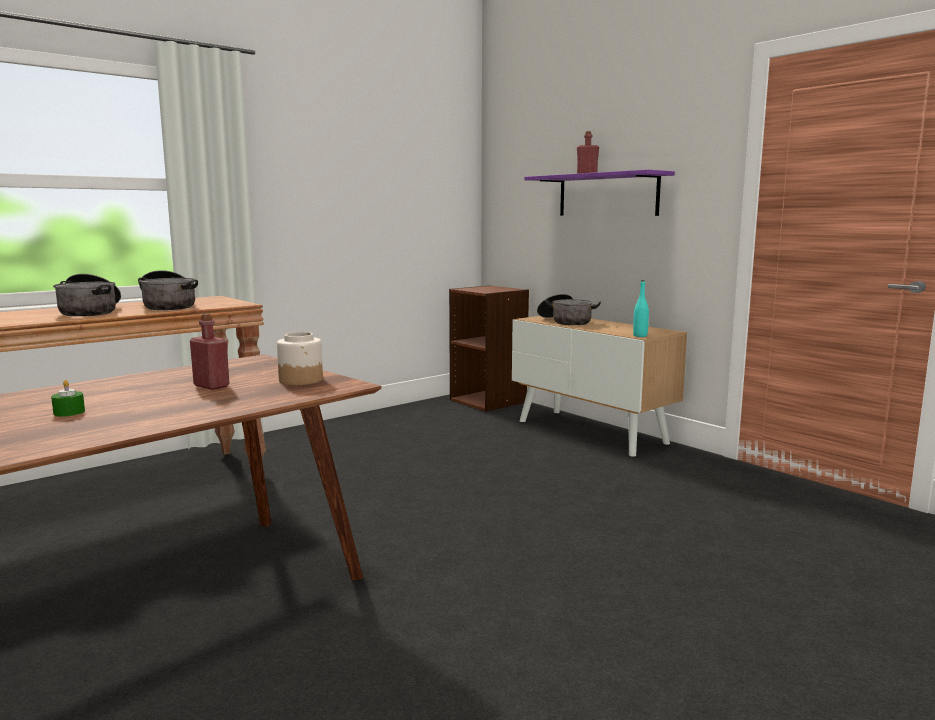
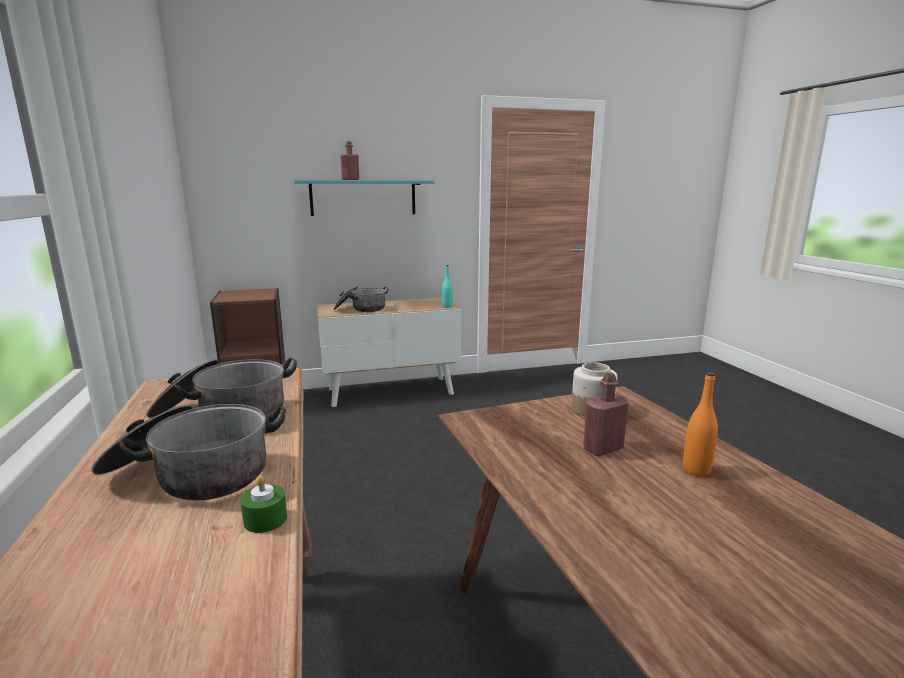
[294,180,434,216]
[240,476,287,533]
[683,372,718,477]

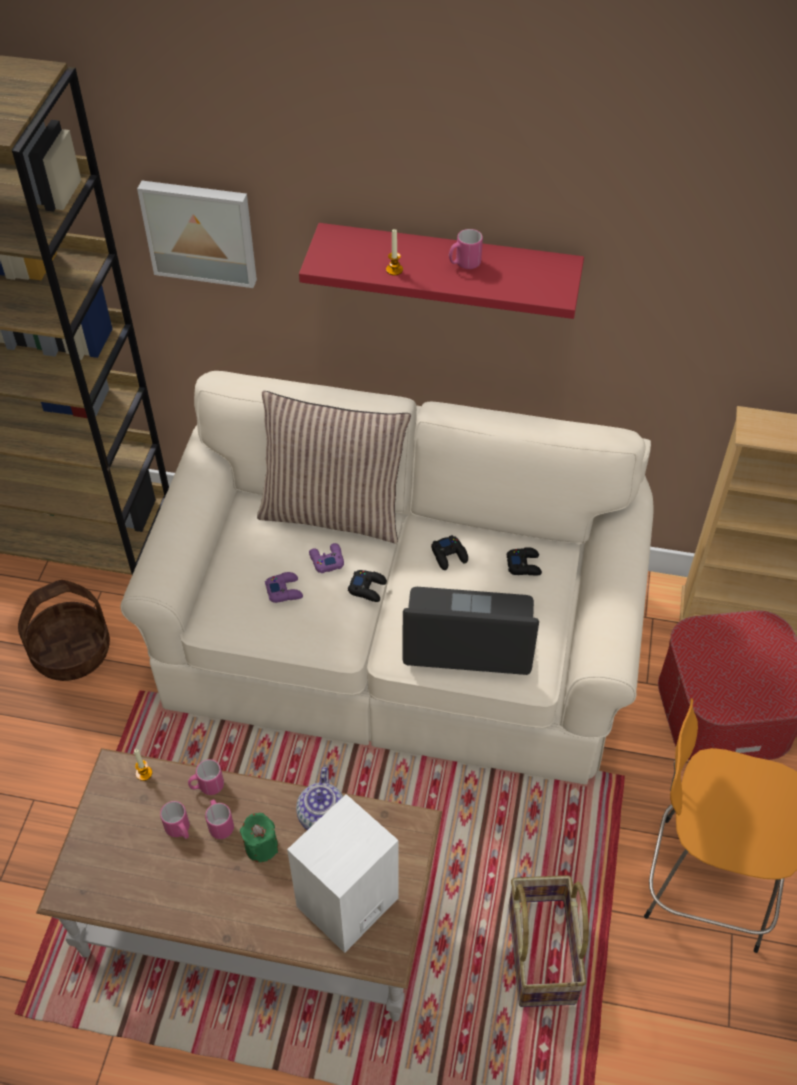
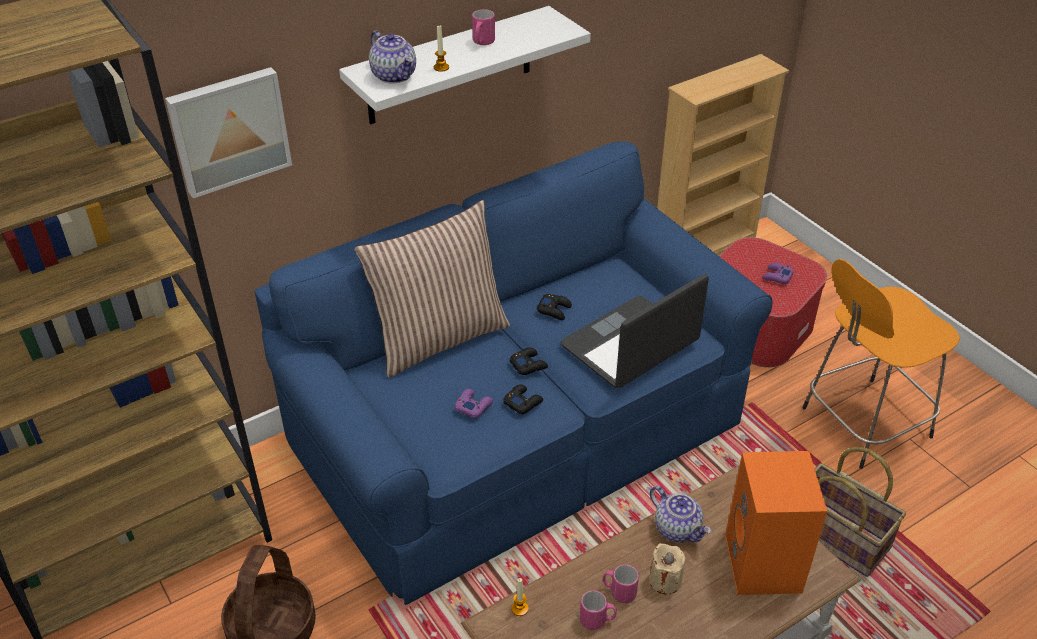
[339,6,591,124]
[254,142,772,605]
[762,262,794,284]
[503,384,543,414]
[188,759,224,795] (first image)
[725,451,827,595]
[649,543,685,595]
[369,30,416,83]

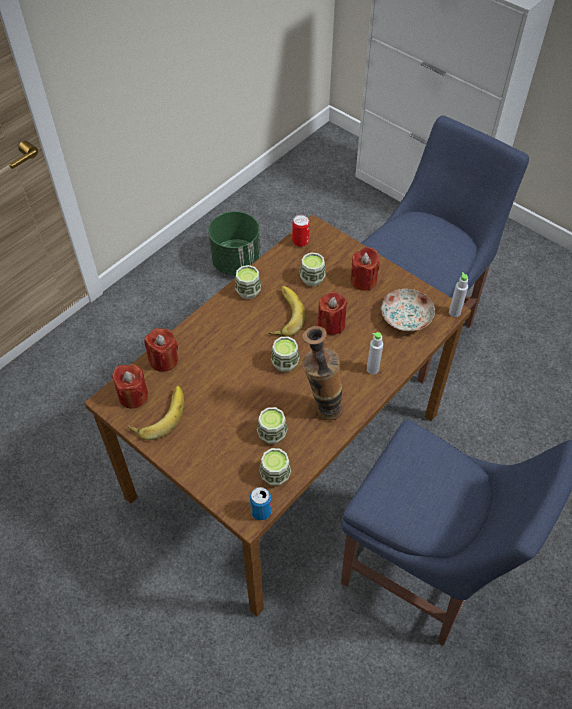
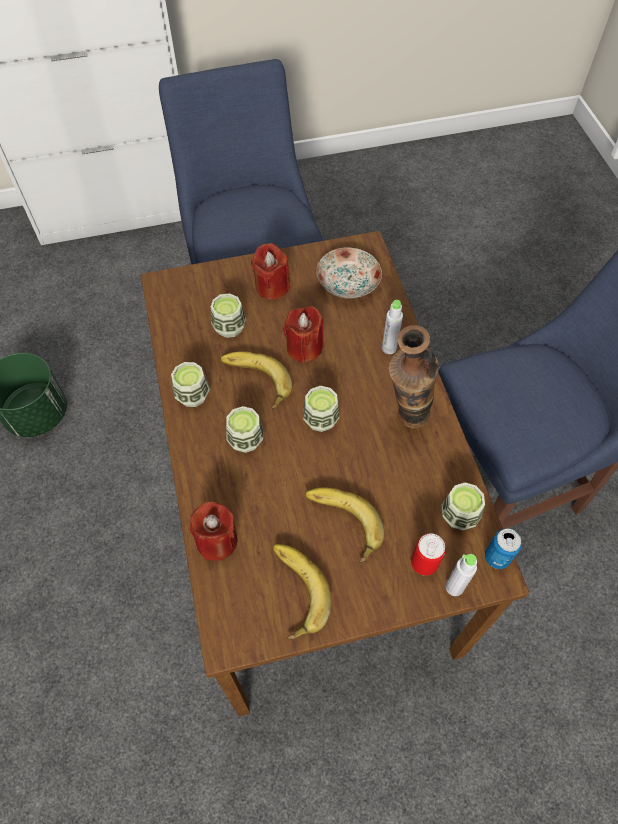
[411,533,446,576]
[445,554,477,596]
[112,364,148,409] (first image)
[226,406,263,453]
[305,487,384,563]

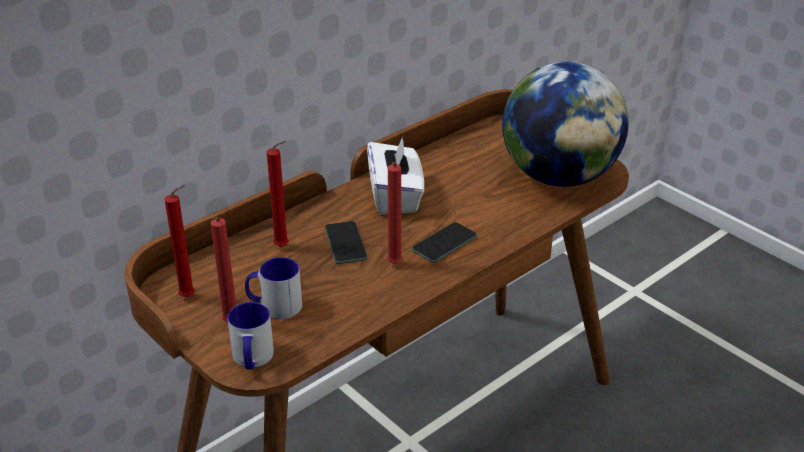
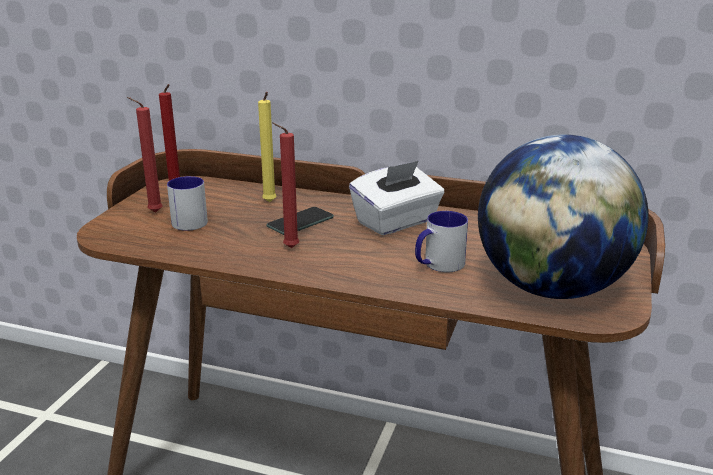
[258,92,276,202]
[412,222,477,263] (first image)
[415,211,468,272]

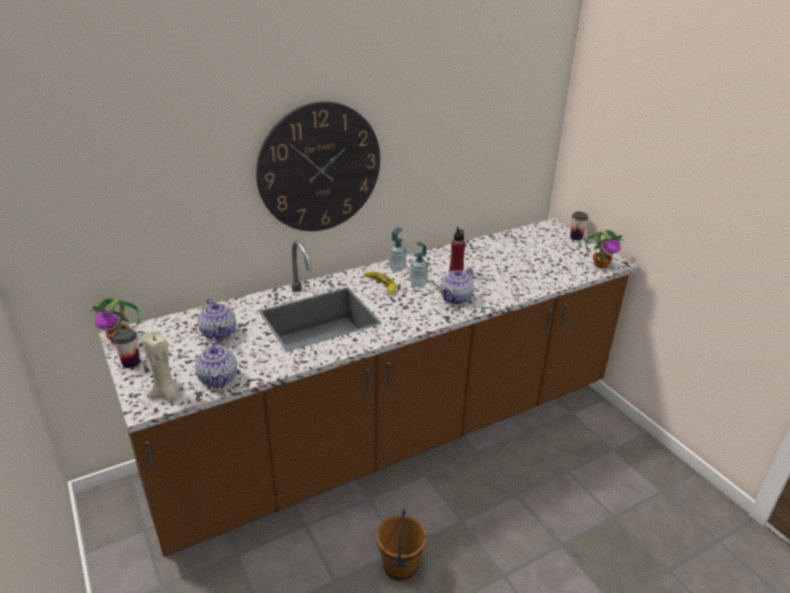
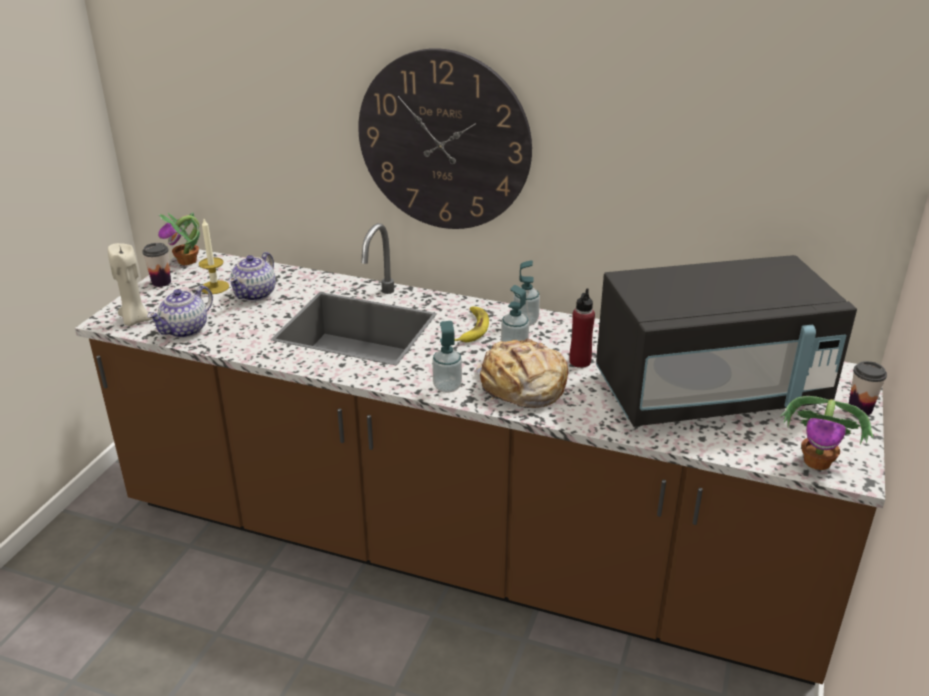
[476,338,568,408]
[377,509,427,581] (first image)
[199,219,229,294]
[596,255,857,427]
[432,321,462,393]

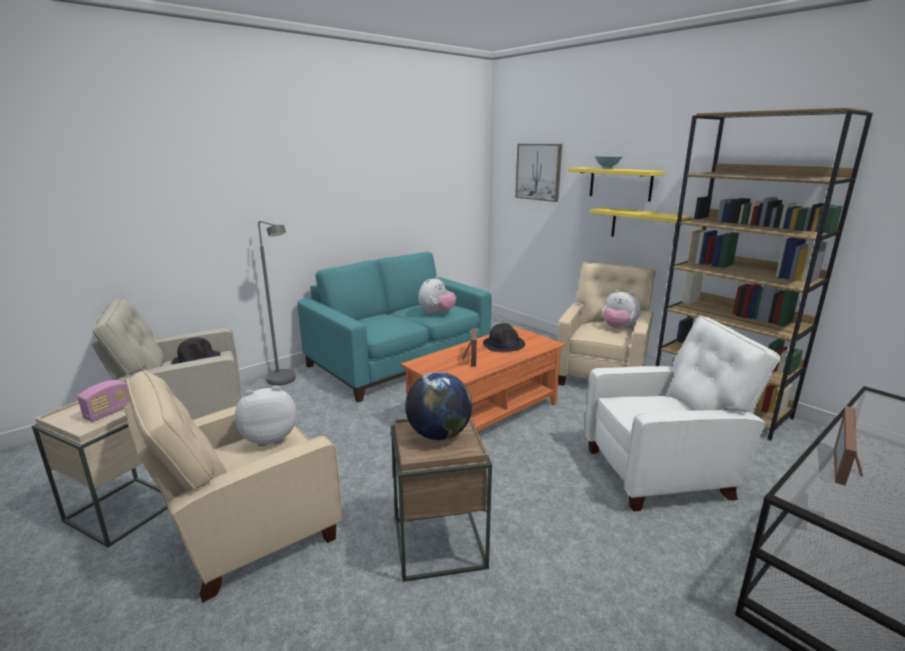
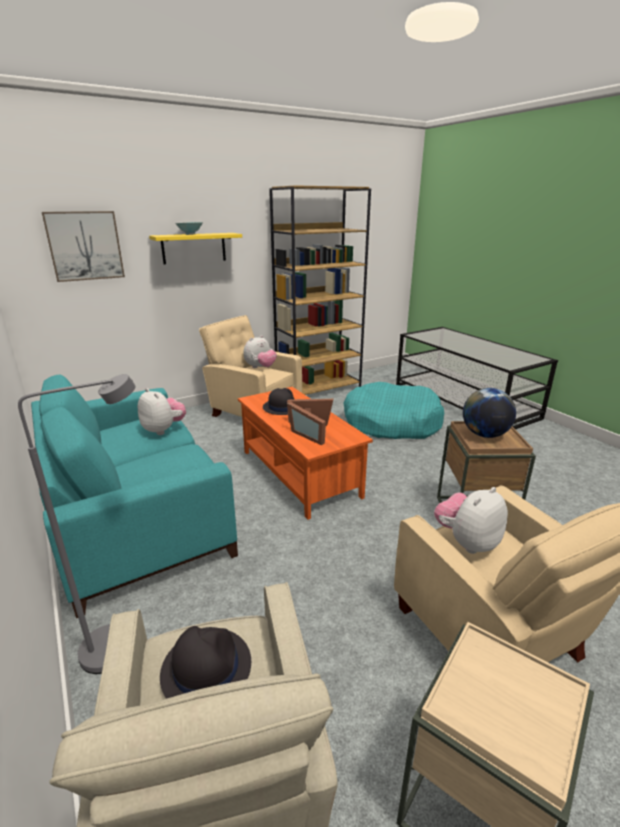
[590,207,692,244] (first image)
[344,382,444,439]
[77,380,130,422] (first image)
[434,487,508,554]
[287,402,326,445]

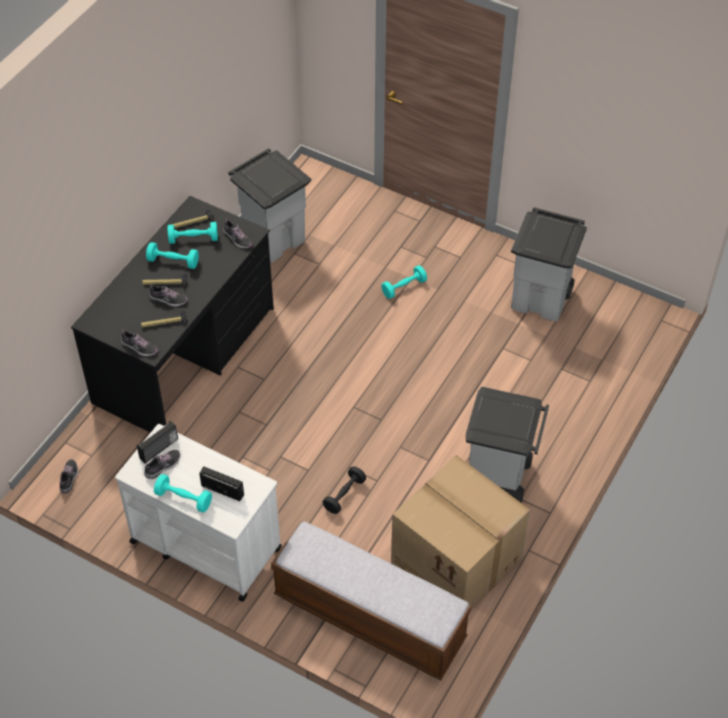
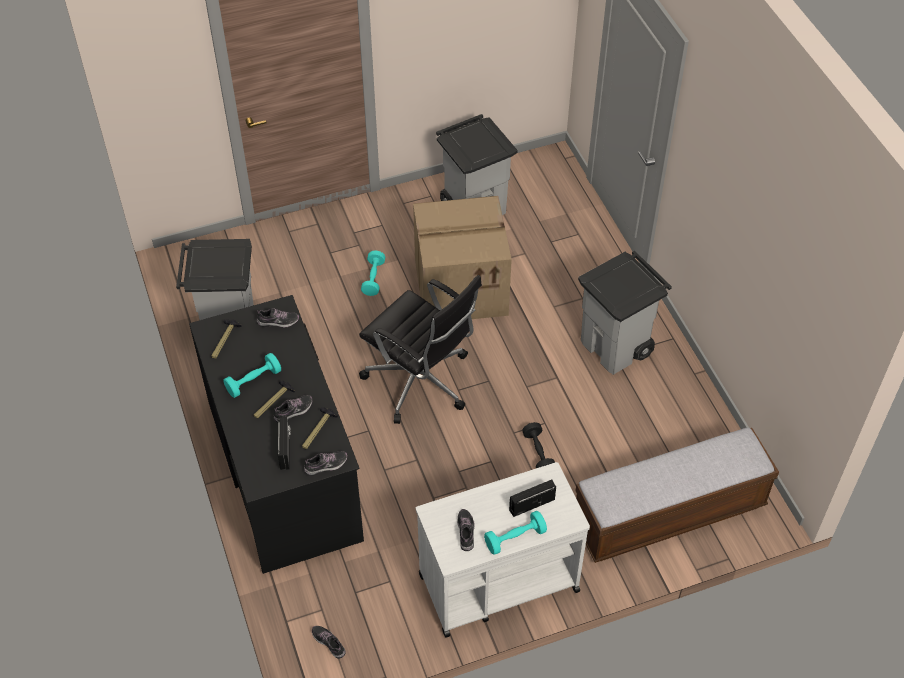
[168,222,218,244] (first image)
[278,417,291,470]
[413,196,512,319]
[359,275,482,424]

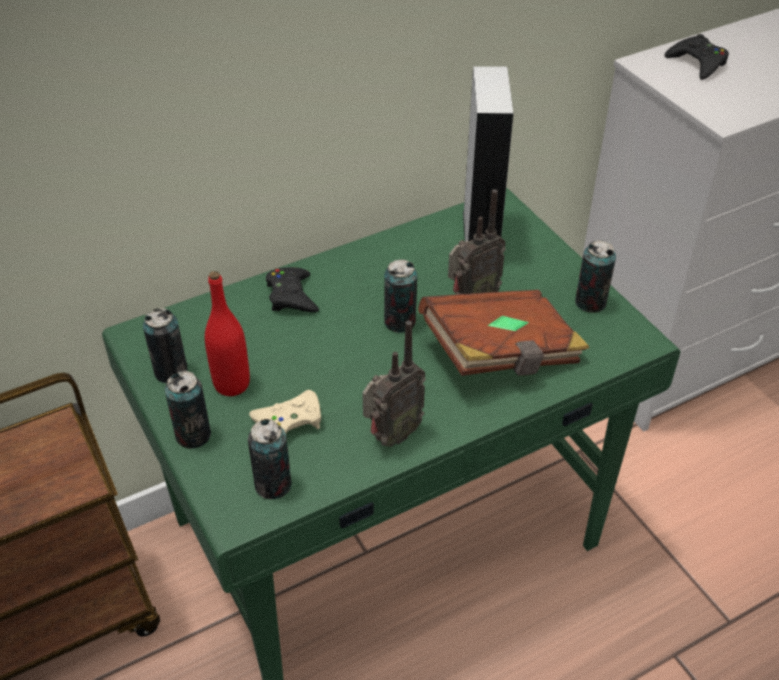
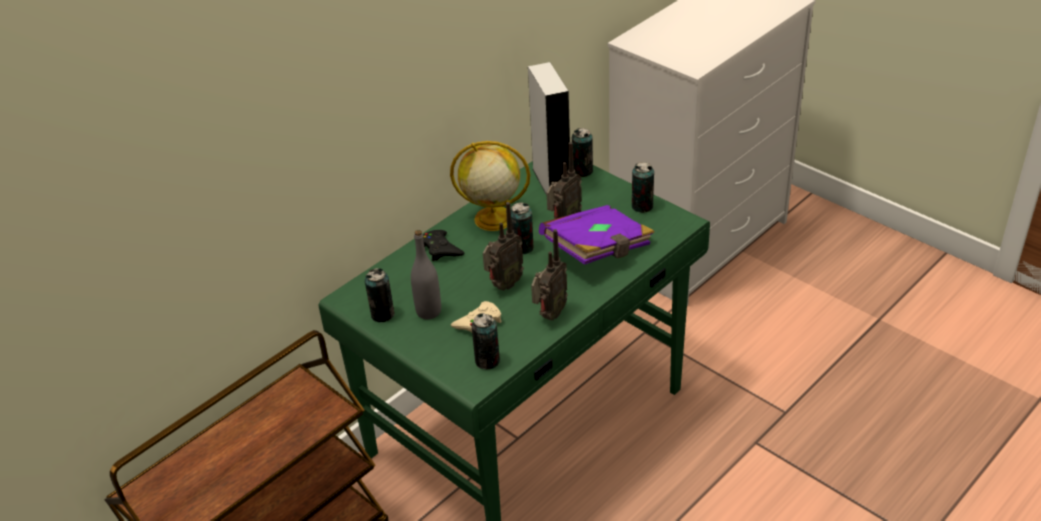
[665,34,729,80] (first image)
[411,230,441,319]
[539,205,654,265]
[572,128,593,177]
[450,141,530,231]
[483,202,524,290]

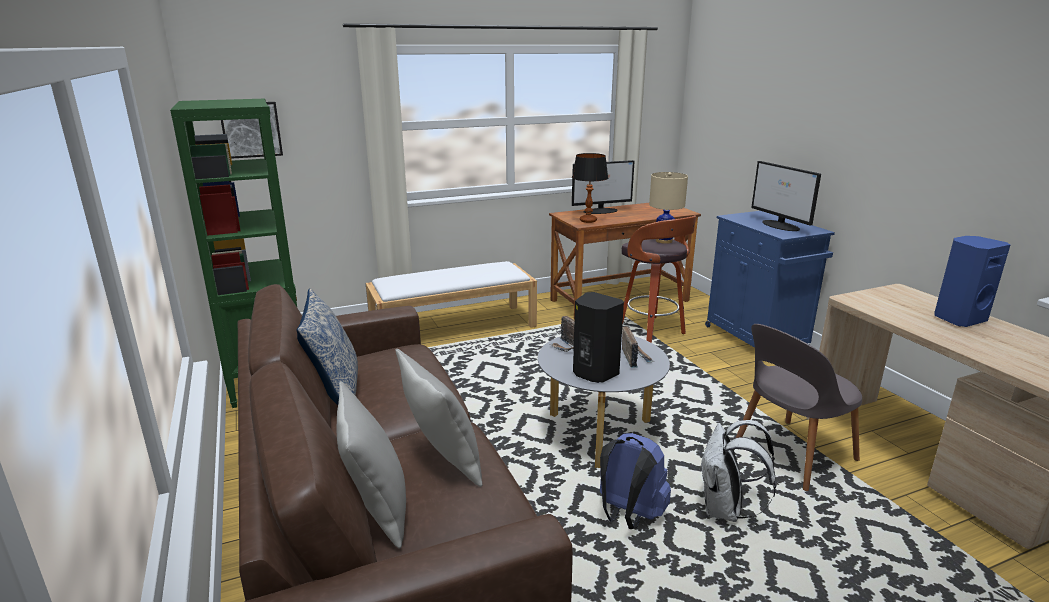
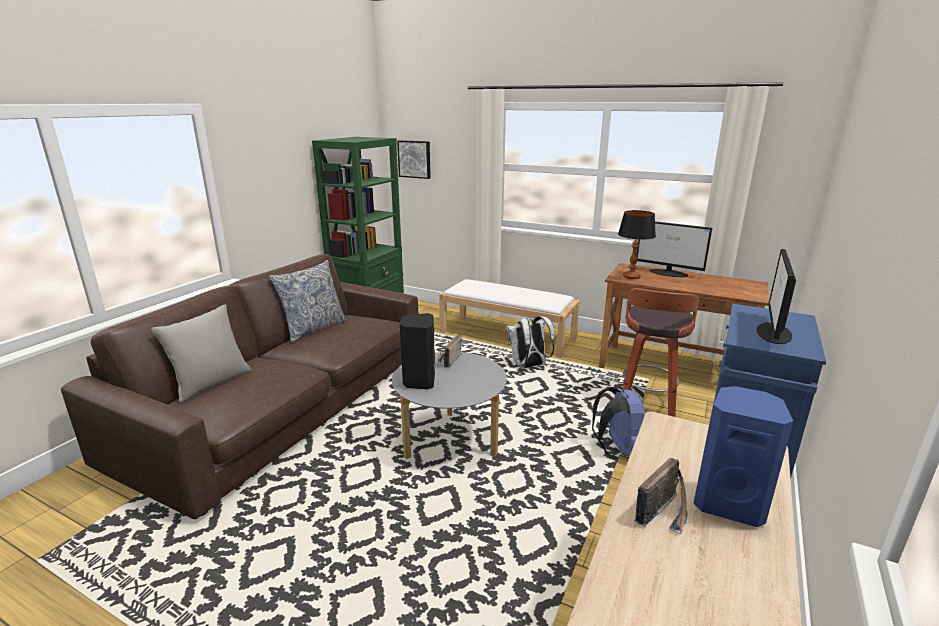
[649,172,688,244] (first image)
[736,324,862,491] (first image)
[634,458,688,534]
[395,349,482,487] (first image)
[506,316,554,369]
[592,387,645,456]

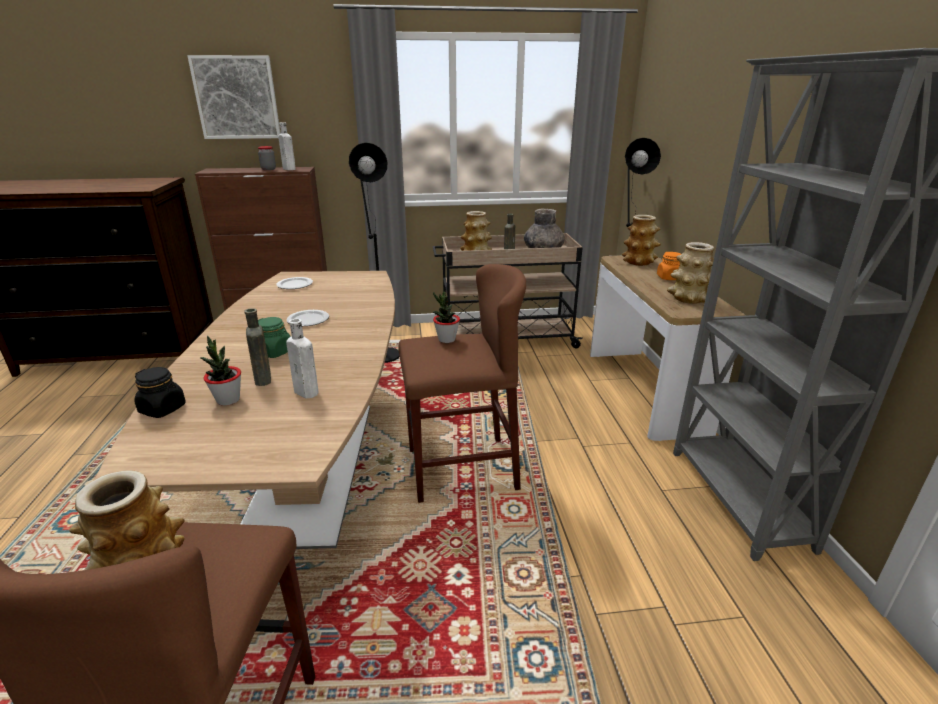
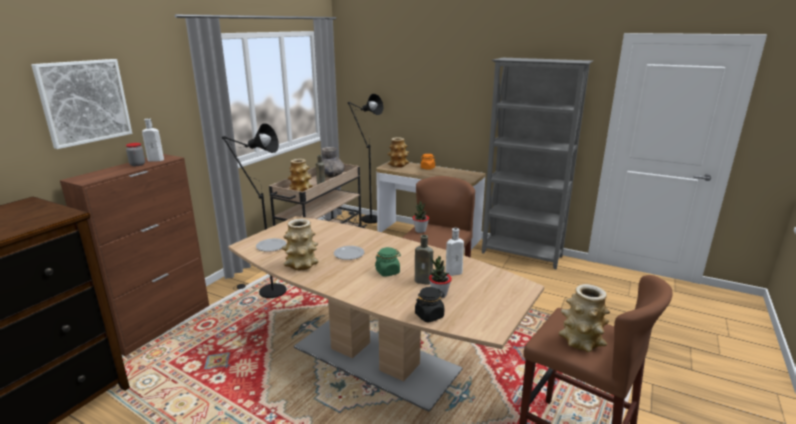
[282,219,319,270]

